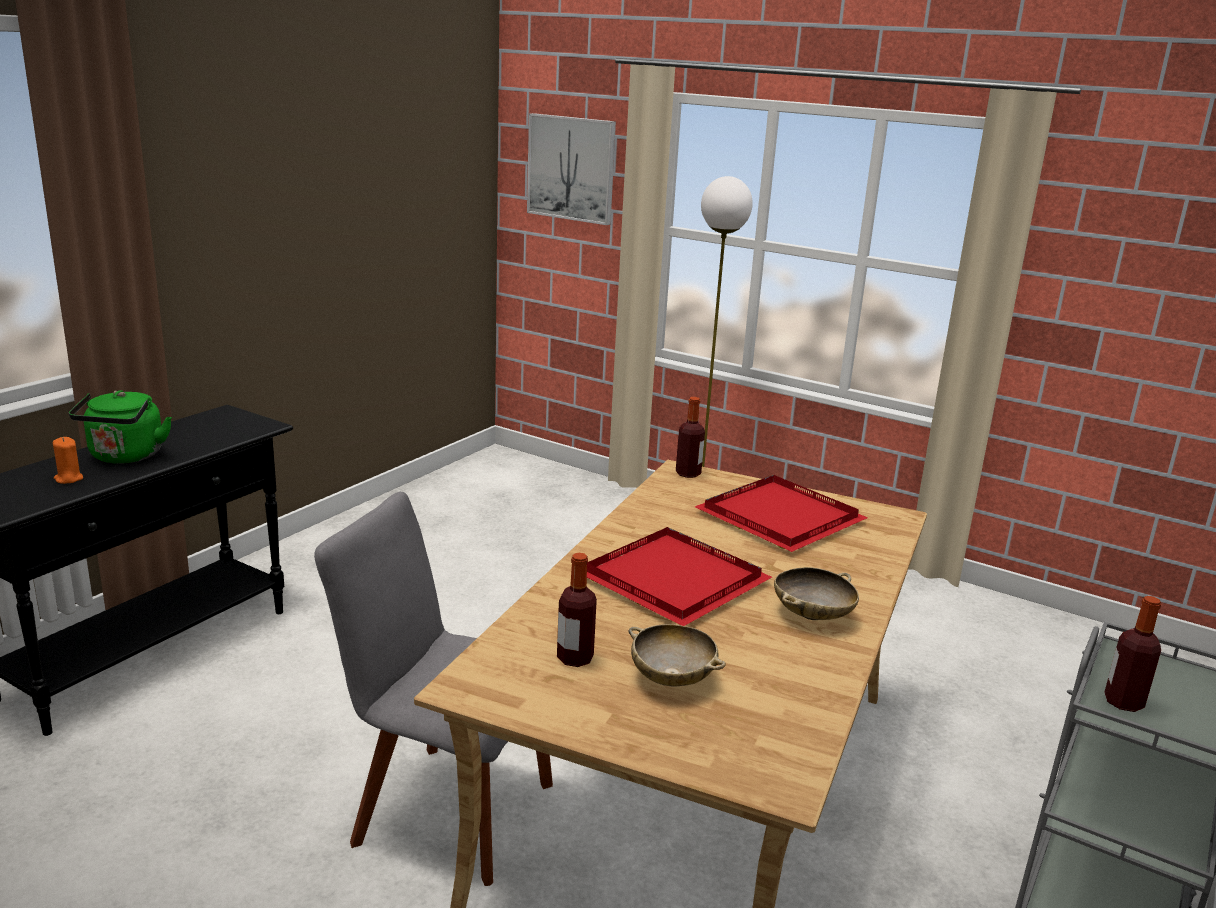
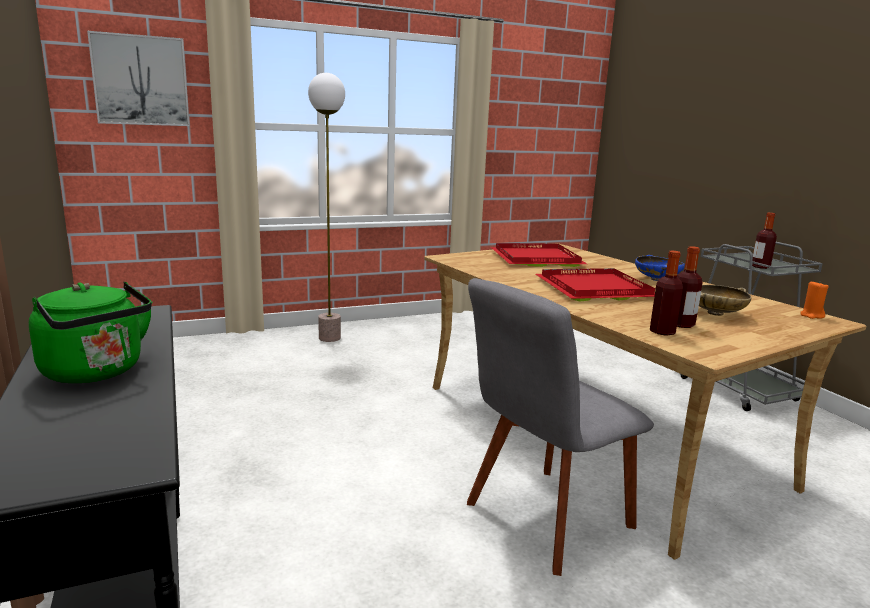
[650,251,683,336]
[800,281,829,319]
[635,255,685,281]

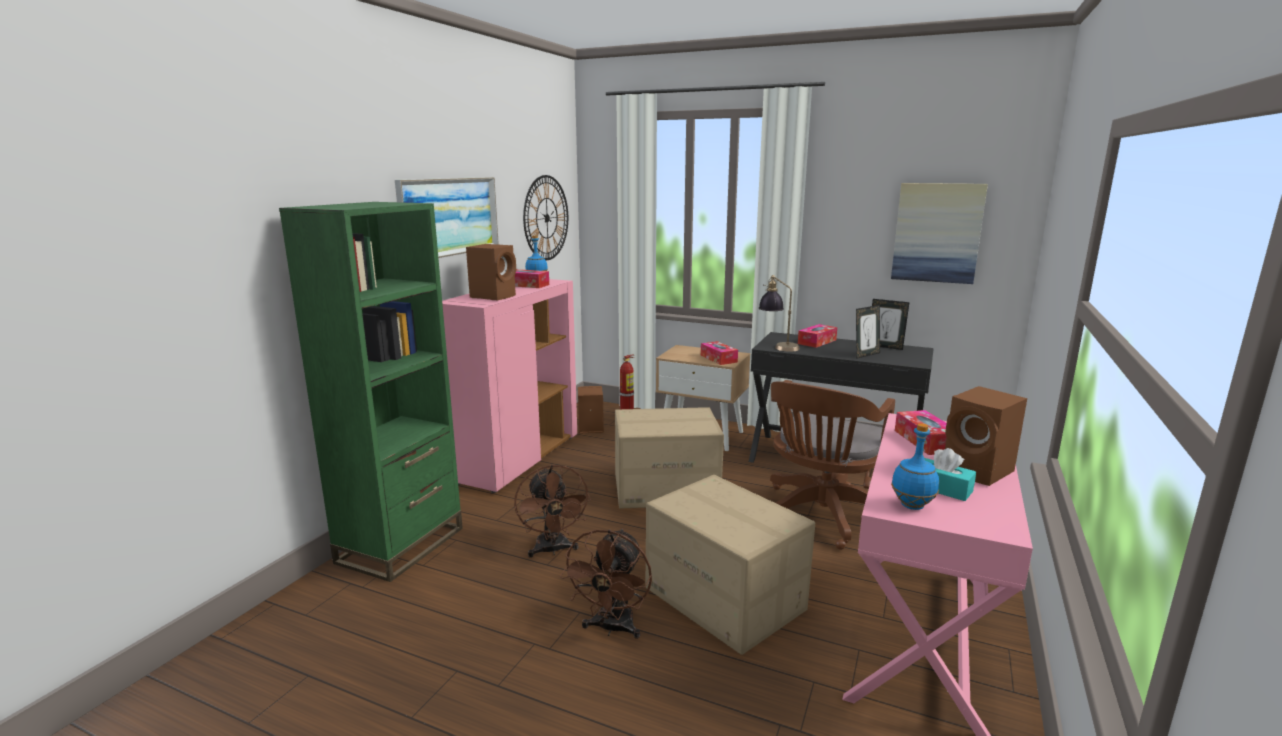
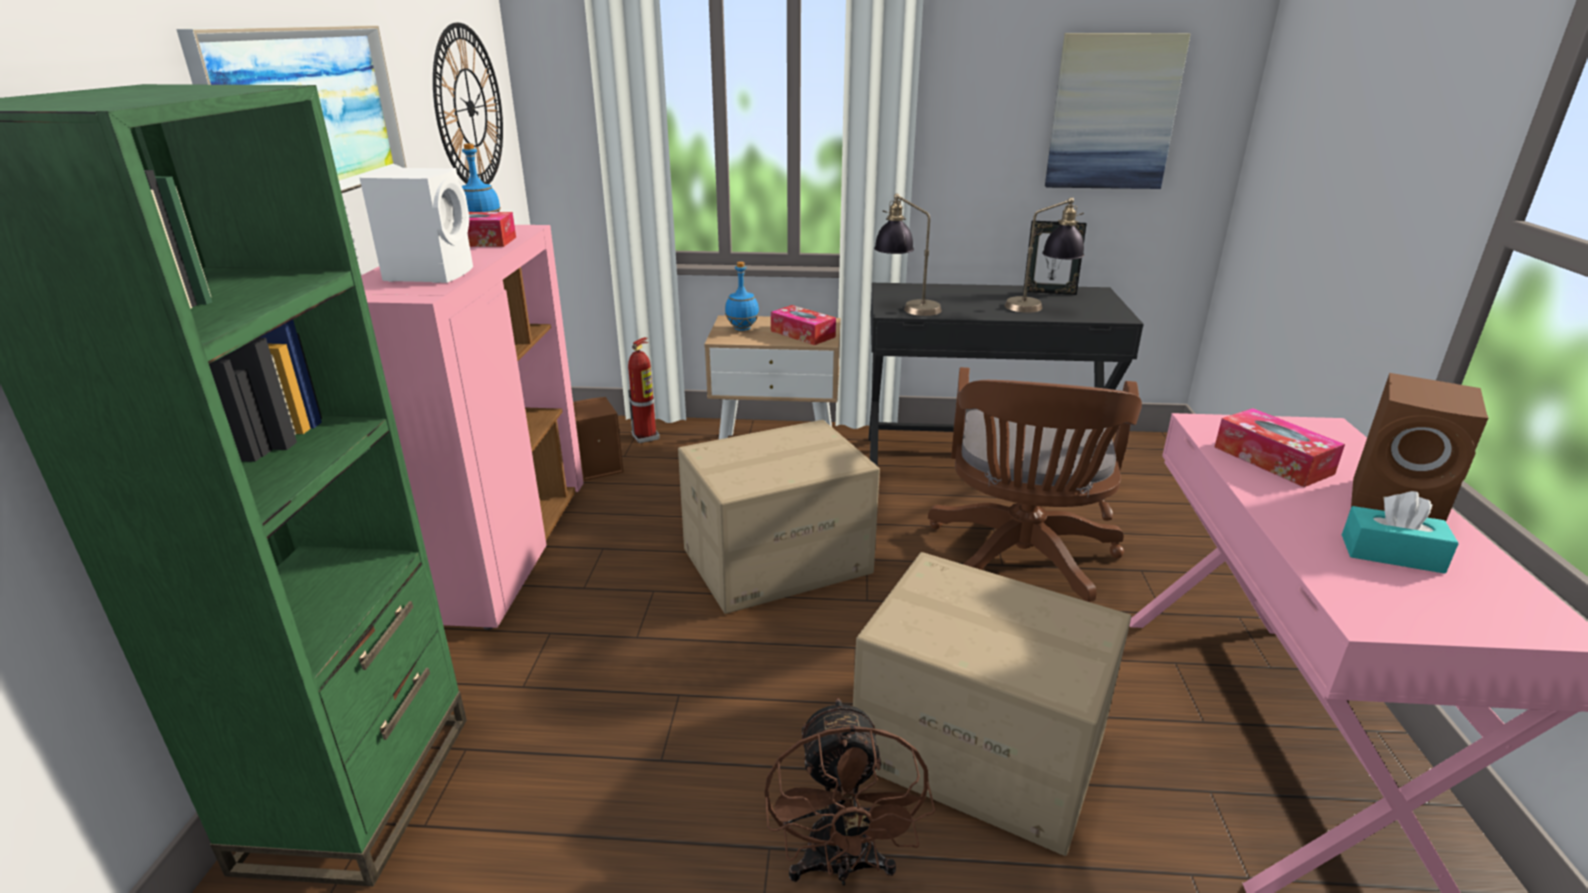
[360,168,473,283]
[1004,197,1084,313]
[798,324,837,348] (first image)
[725,262,759,331]
[514,464,591,557] (first image)

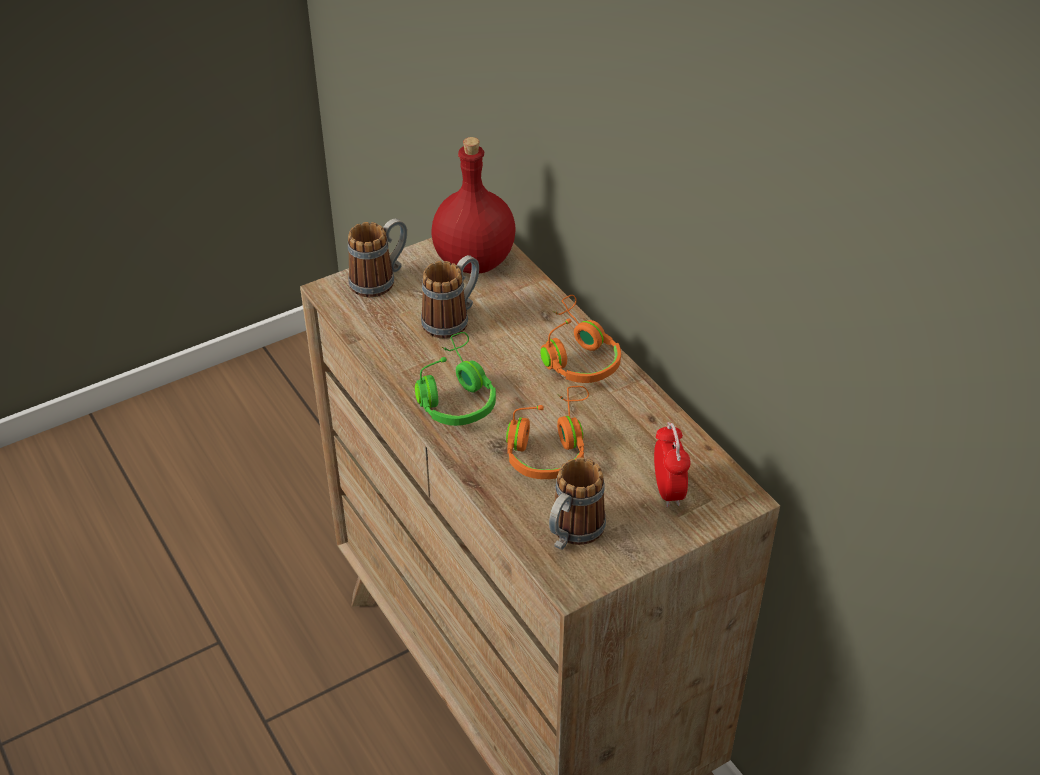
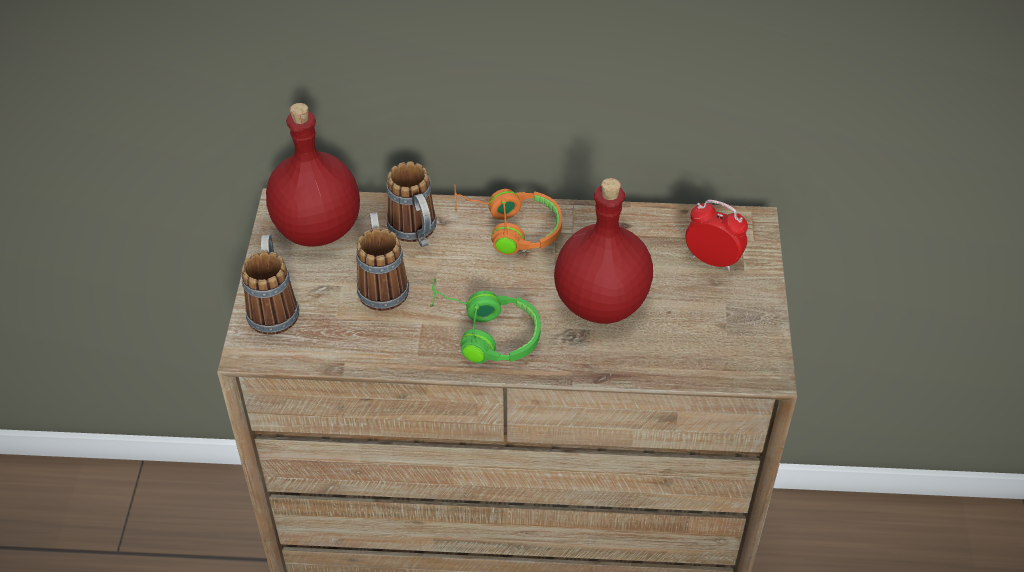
[554,178,653,324]
[387,162,436,247]

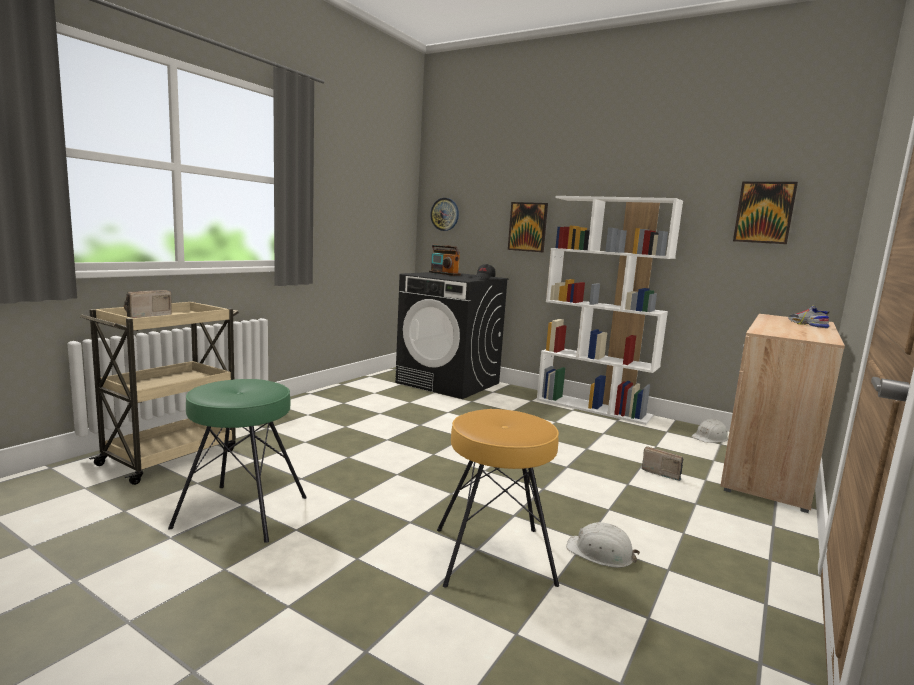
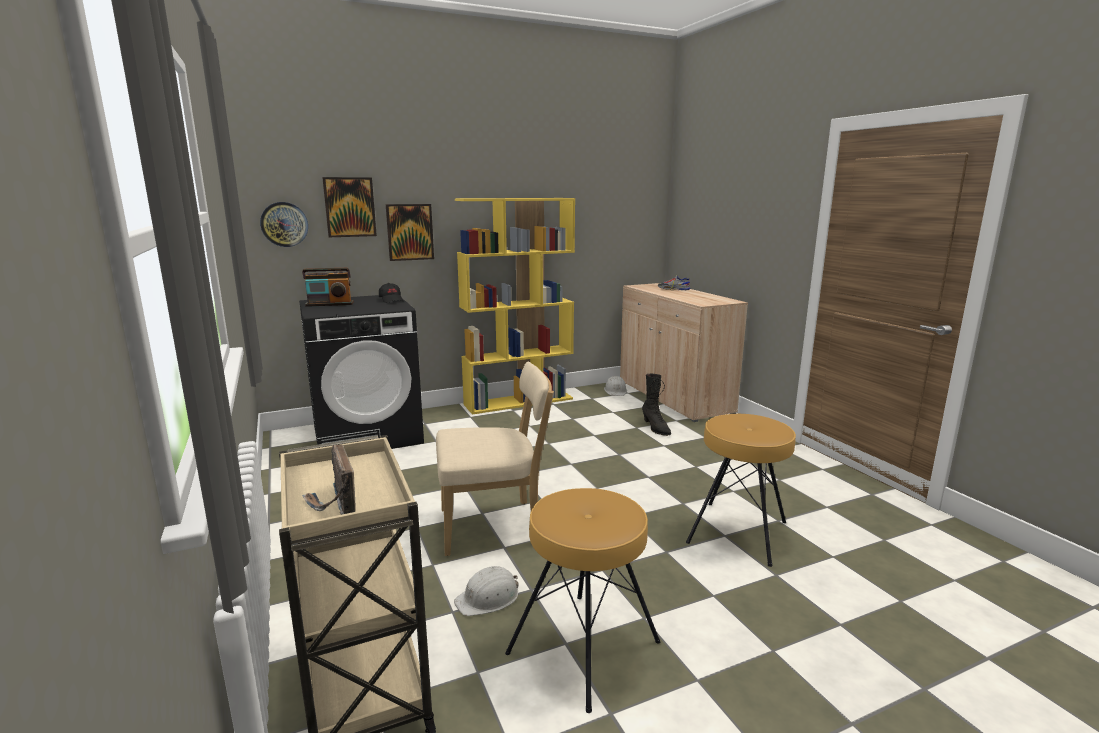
[322,177,377,237]
[455,198,575,415]
[505,488,660,713]
[642,374,671,436]
[454,566,519,616]
[436,362,554,556]

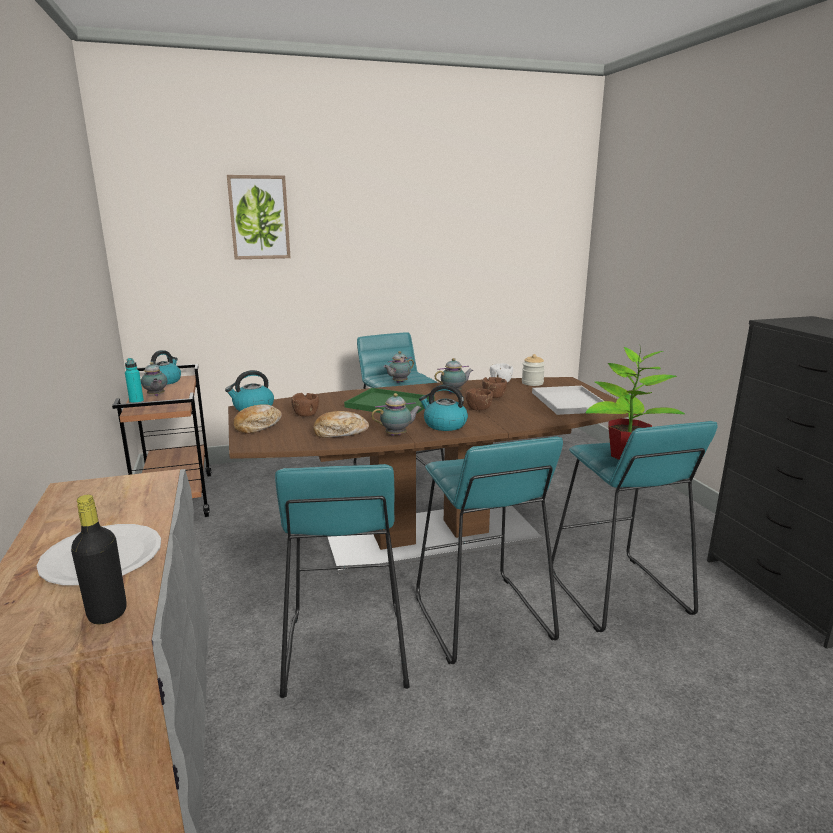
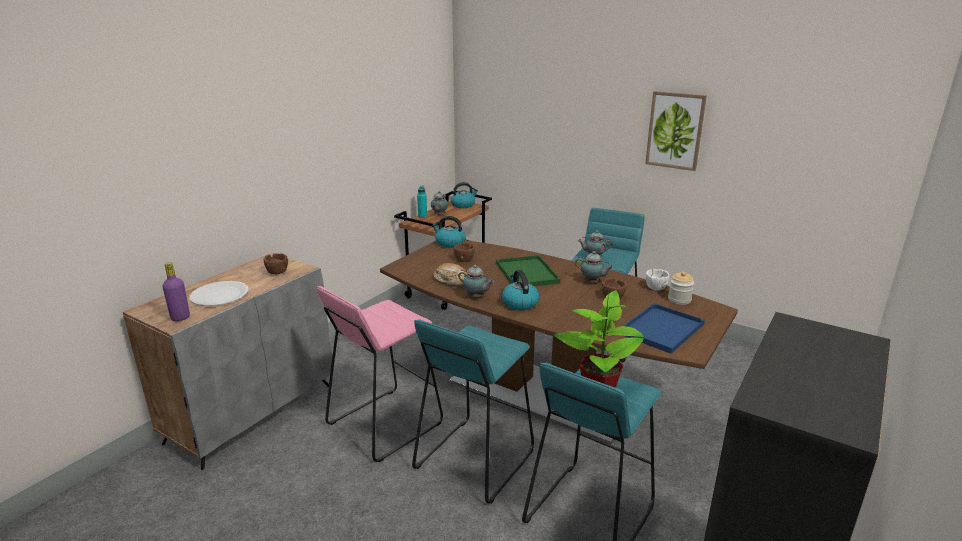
[645,91,707,171]
[623,303,705,354]
[264,253,288,274]
[234,404,282,434] (first image)
[317,286,443,463]
[163,262,190,321]

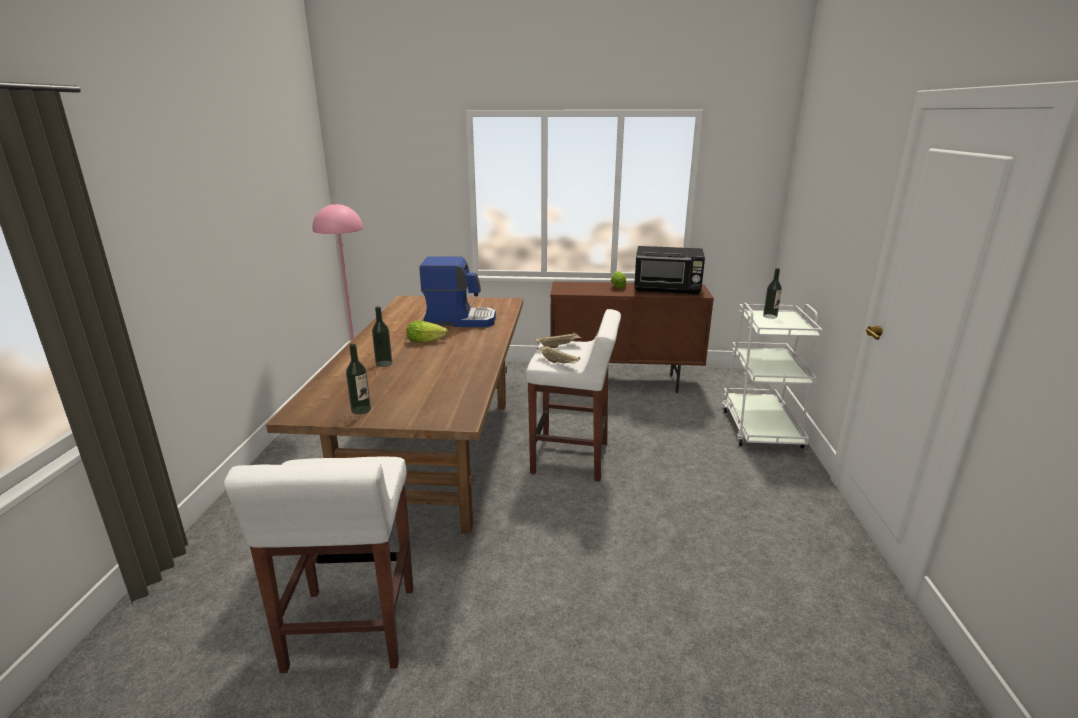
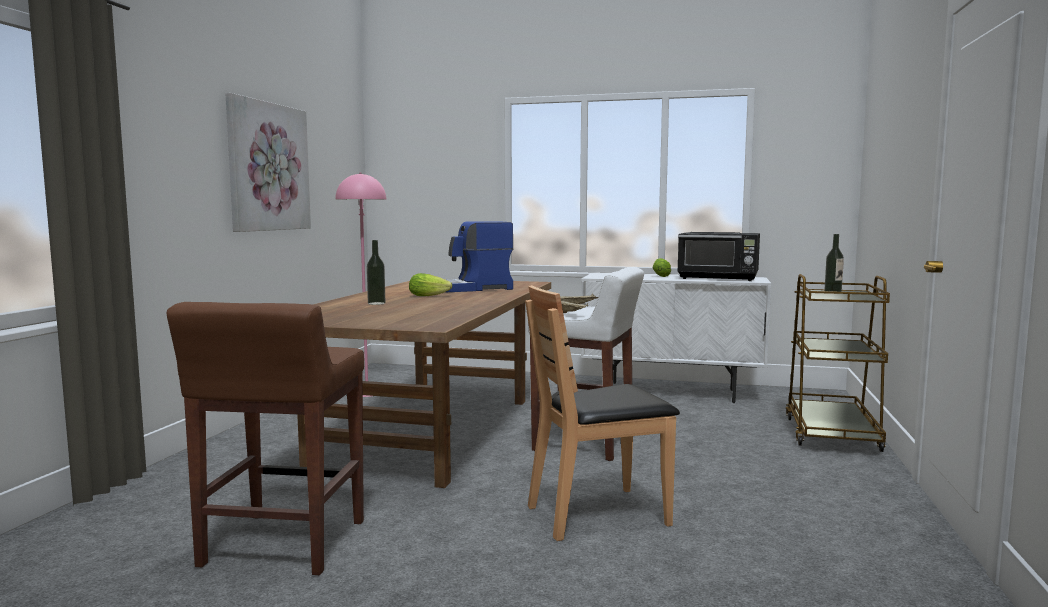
[445,221,514,292]
[581,273,771,403]
[786,274,890,452]
[346,344,371,414] (first image)
[167,302,364,575]
[226,93,311,232]
[525,285,680,541]

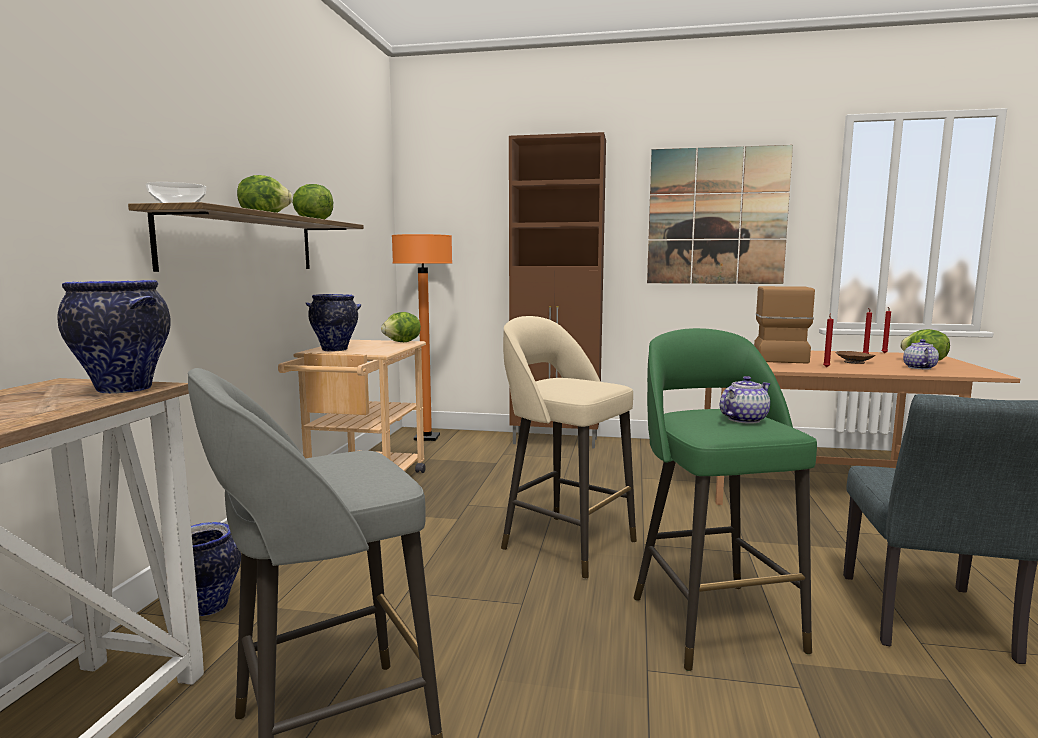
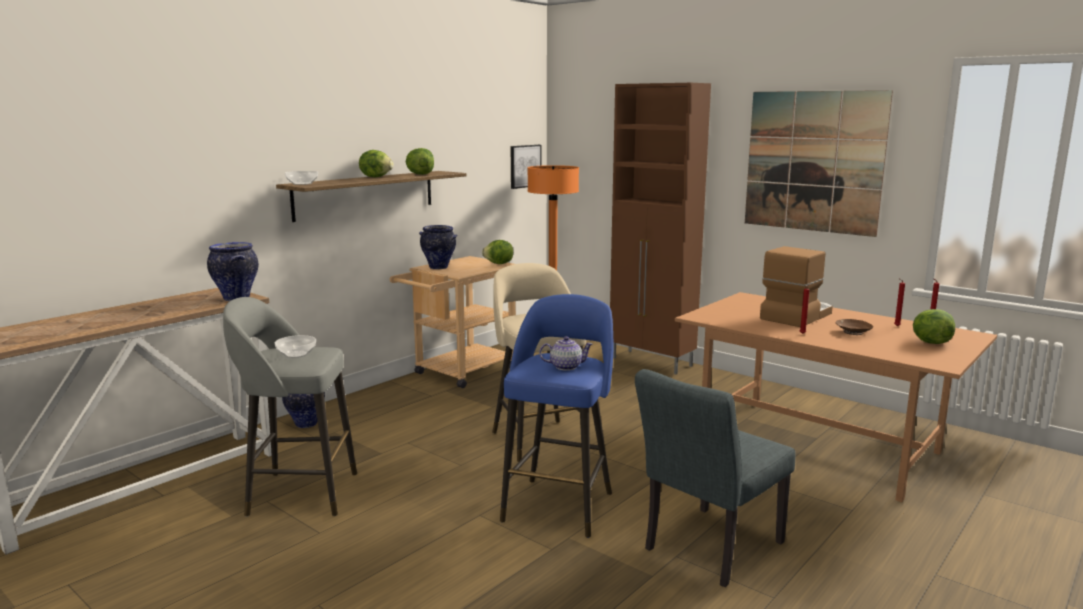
[500,294,613,538]
[903,339,939,369] (first image)
[511,145,541,189]
[275,335,316,358]

